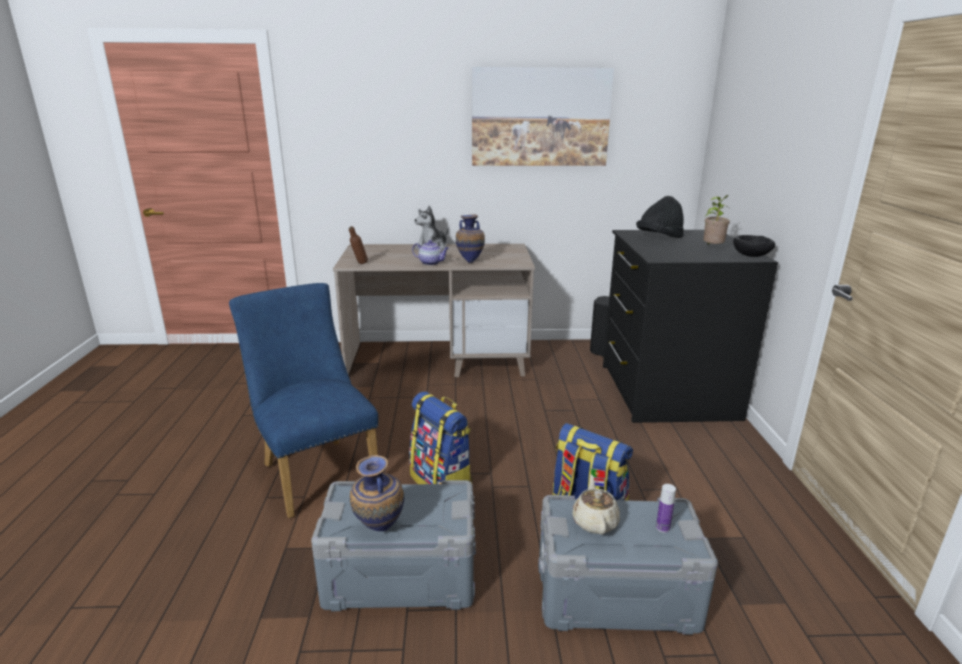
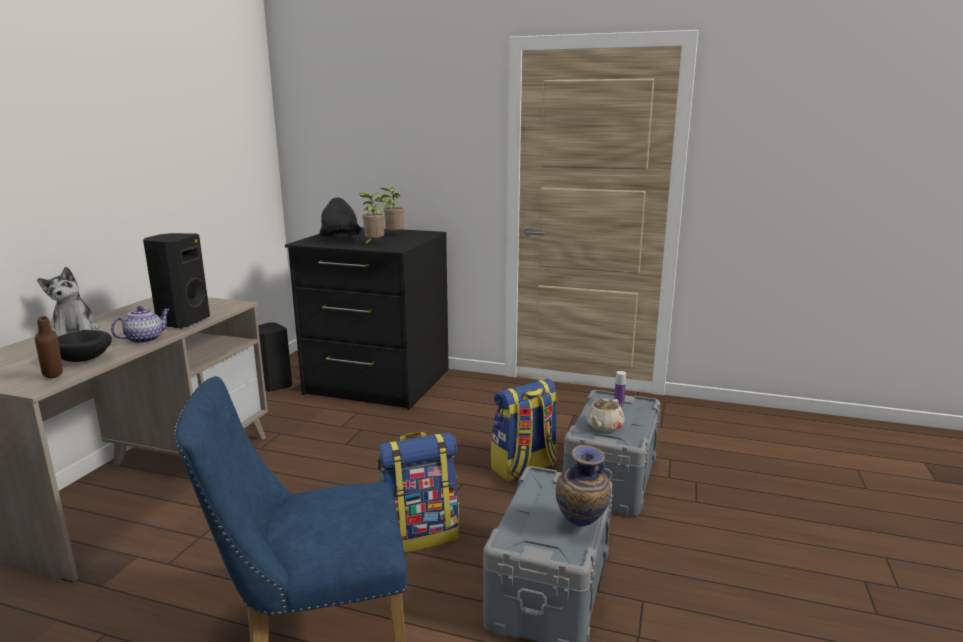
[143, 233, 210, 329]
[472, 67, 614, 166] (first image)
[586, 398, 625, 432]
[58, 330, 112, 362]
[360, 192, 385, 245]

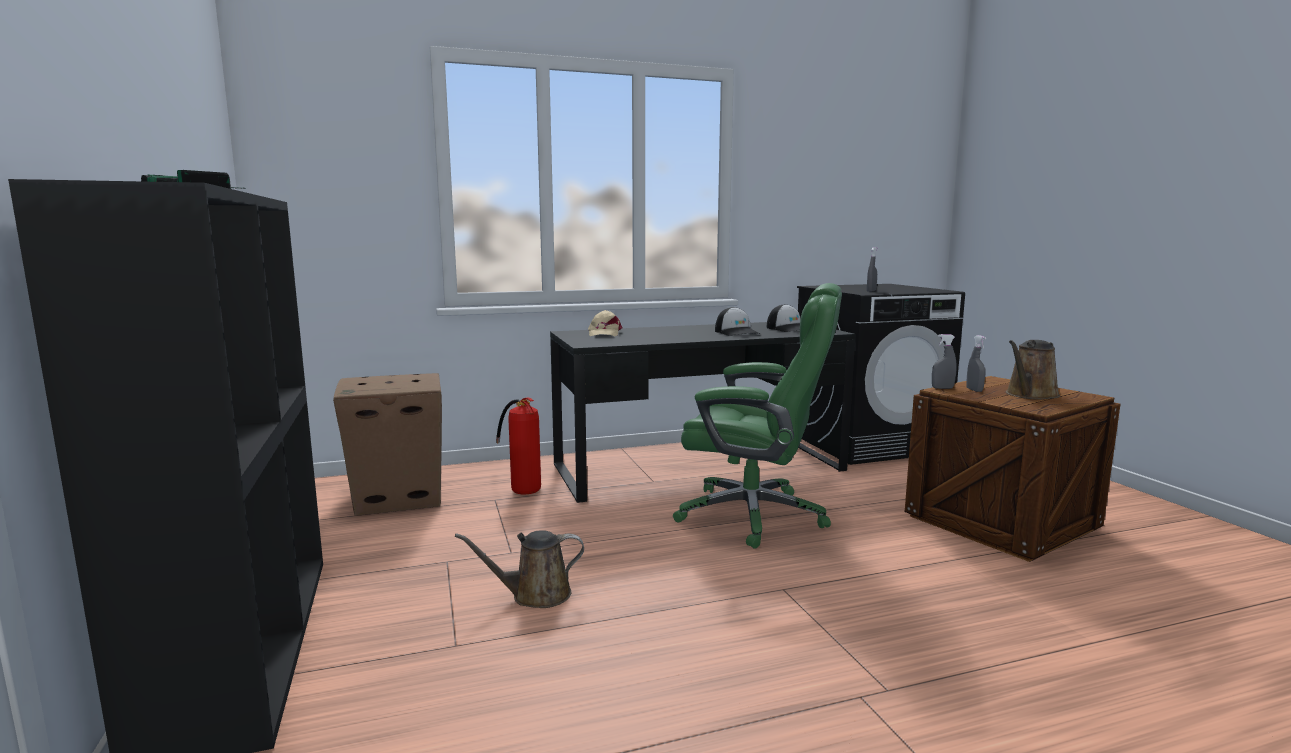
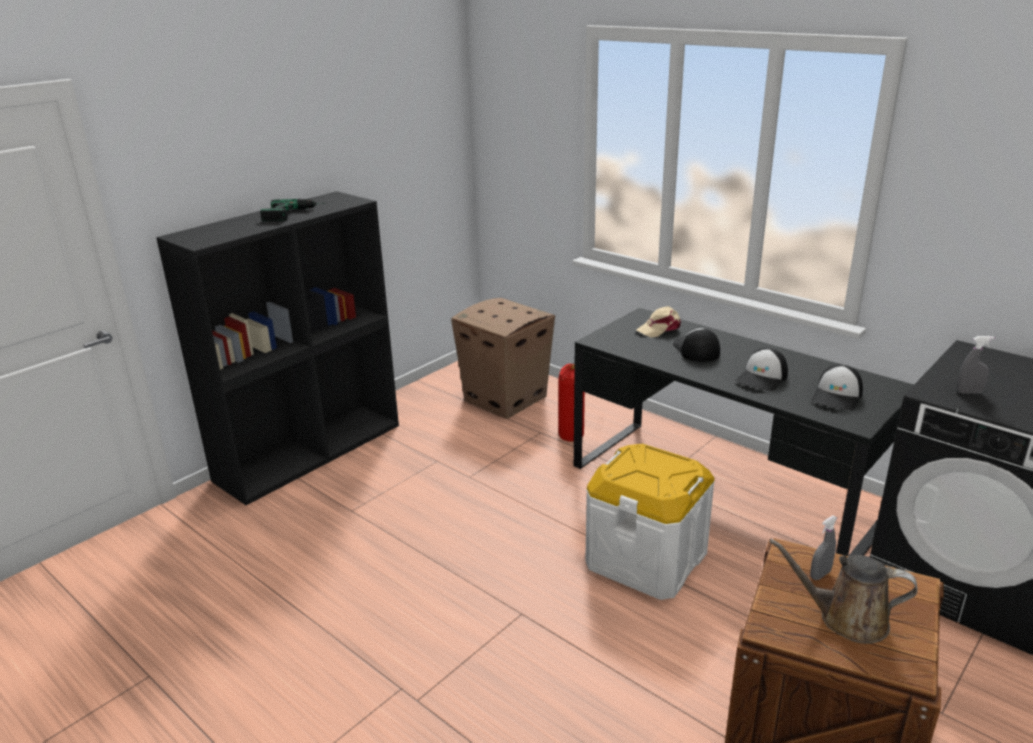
[455, 530, 584, 608] (first image)
[585, 444, 715, 600]
[932, 334, 957, 389] (first image)
[673, 328, 720, 362]

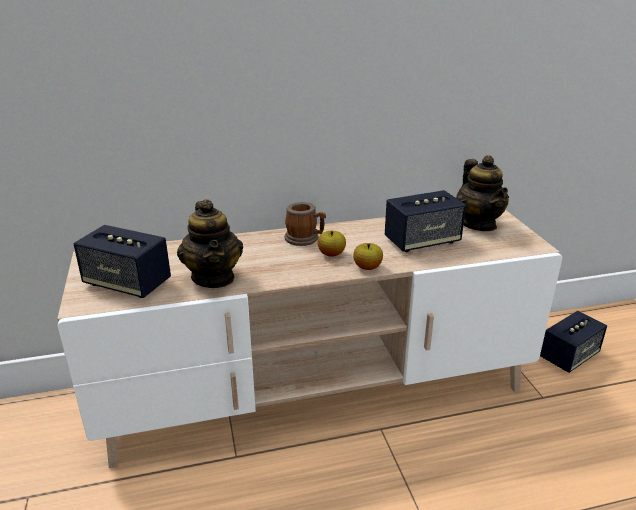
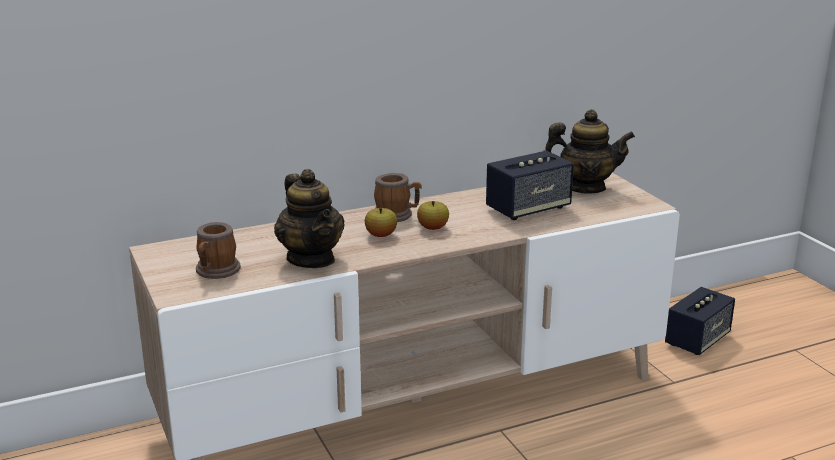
[196, 222, 241, 279]
[365, 208, 397, 237]
[545, 109, 635, 194]

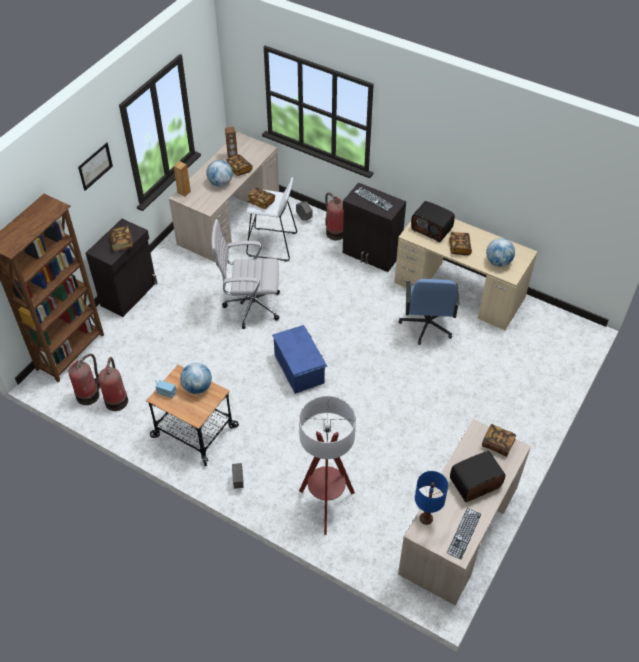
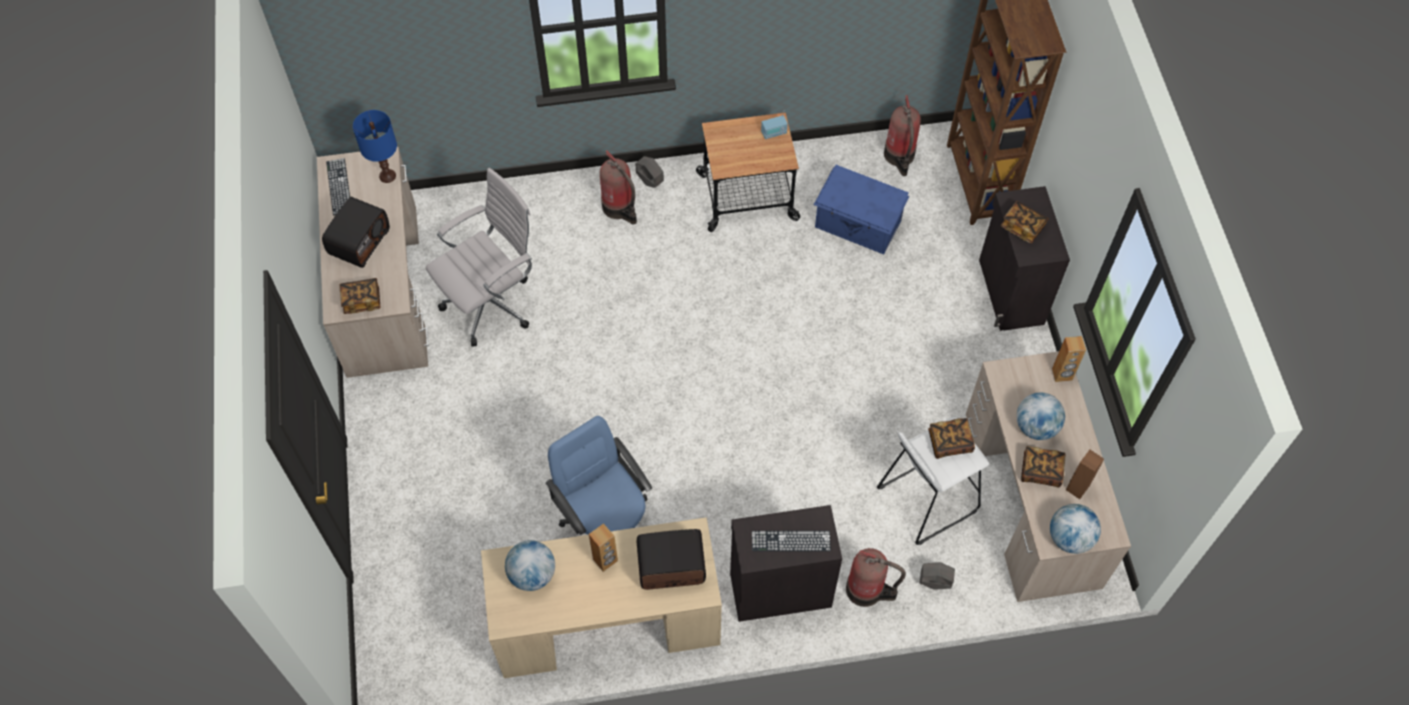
[78, 143, 113, 191] (first image)
[600, 150, 637, 225]
[1050, 504, 1101, 554]
[426, 168, 532, 346]
[814, 165, 909, 254]
[299, 395, 356, 535] (first image)
[589, 524, 618, 572]

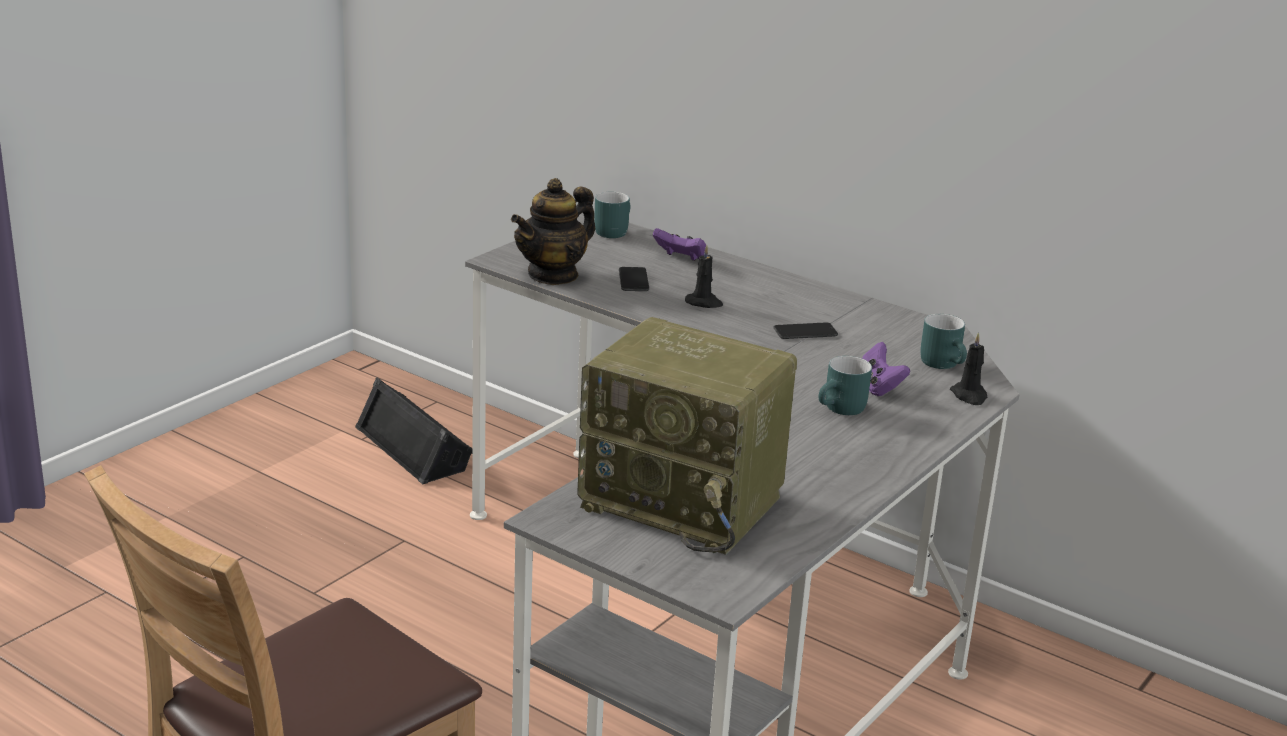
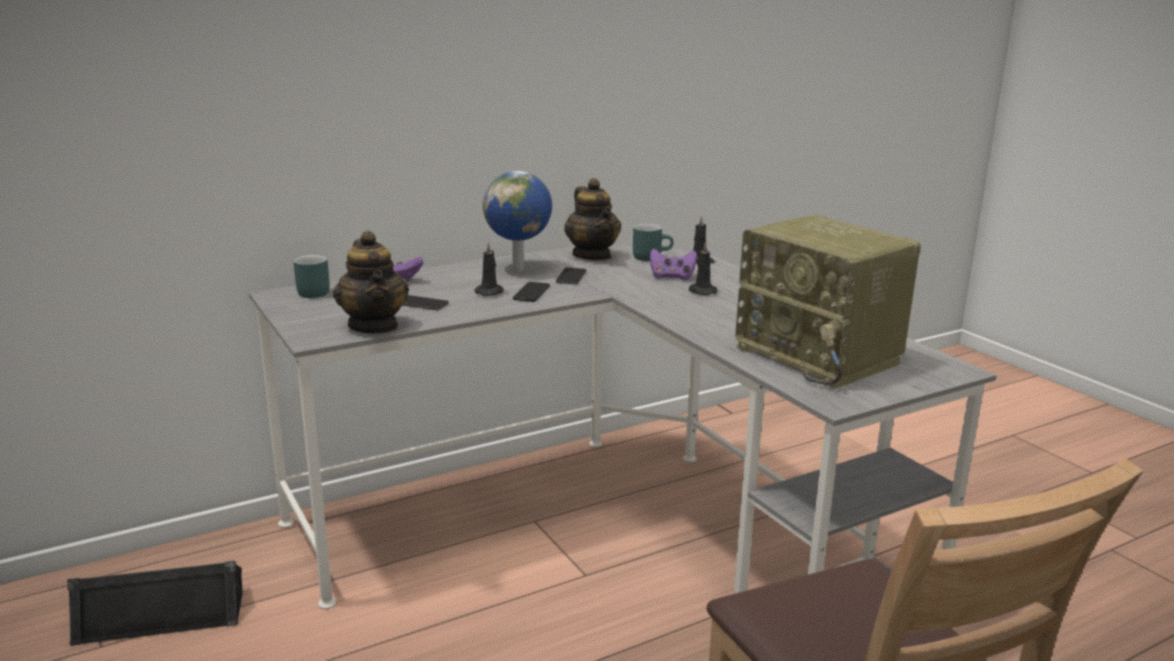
[735, 215, 921, 389]
[689, 241, 718, 295]
[483, 171, 552, 272]
[513, 282, 550, 302]
[564, 178, 621, 260]

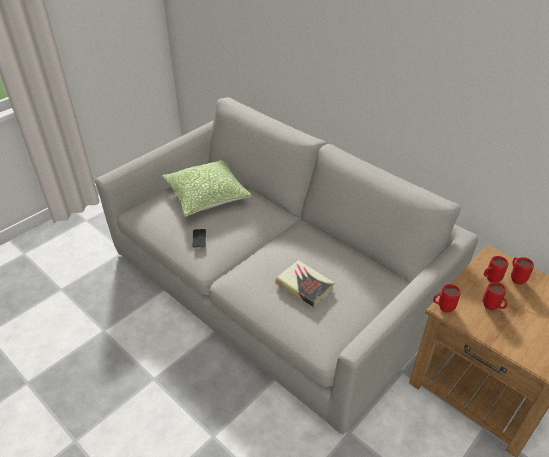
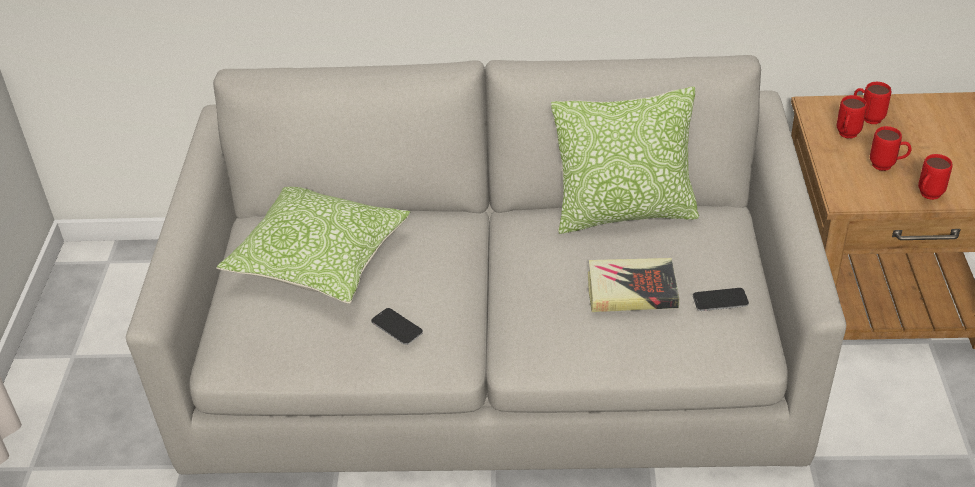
[918, 154, 952, 200]
[551, 87, 699, 234]
[693, 288, 749, 311]

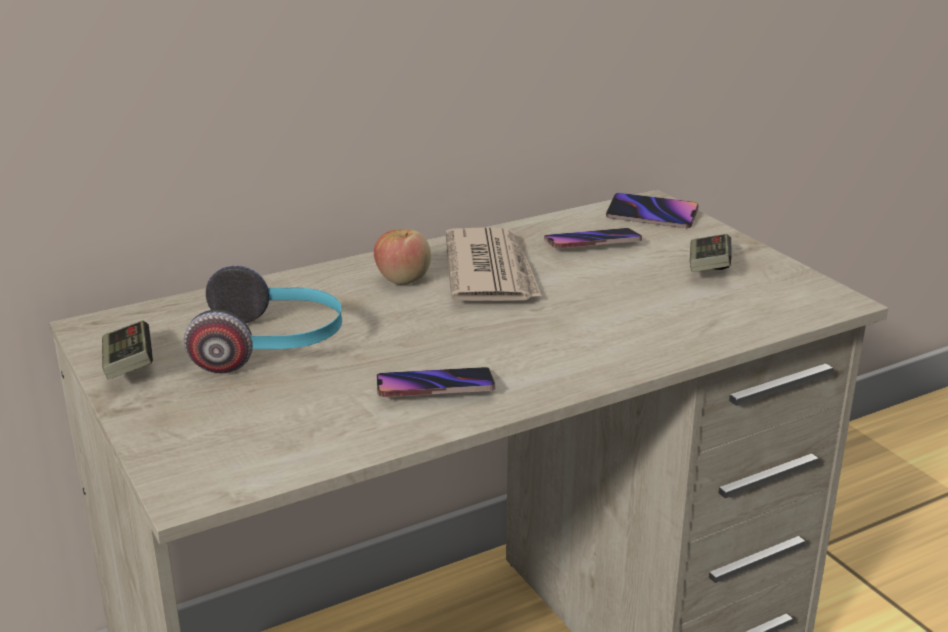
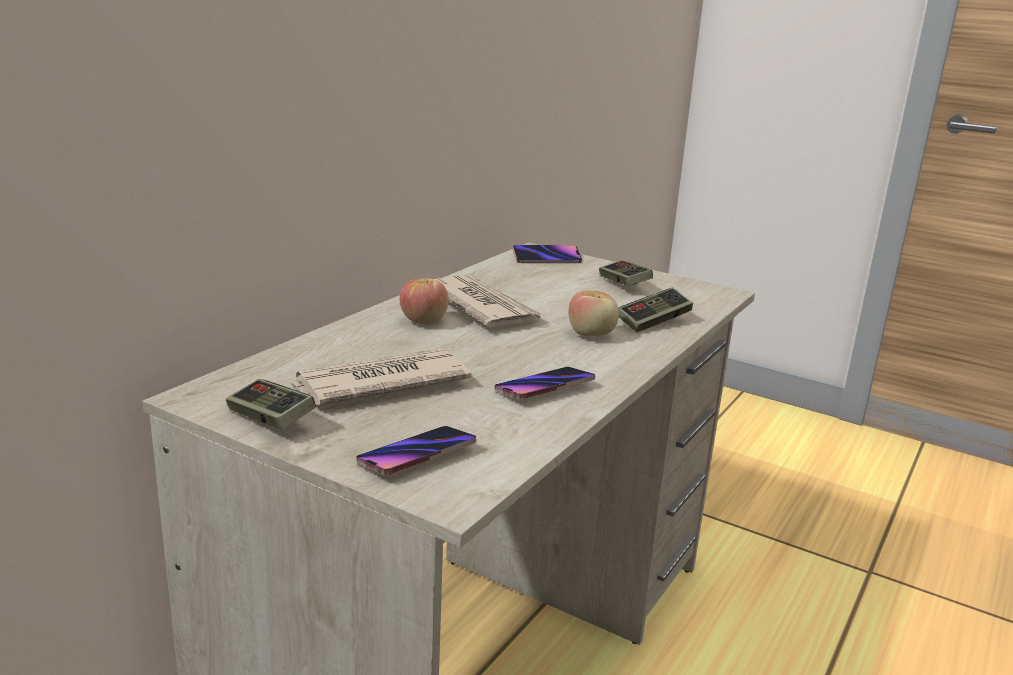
[291, 349, 471, 405]
[356, 426, 476, 475]
[569, 291, 619, 336]
[618, 288, 693, 332]

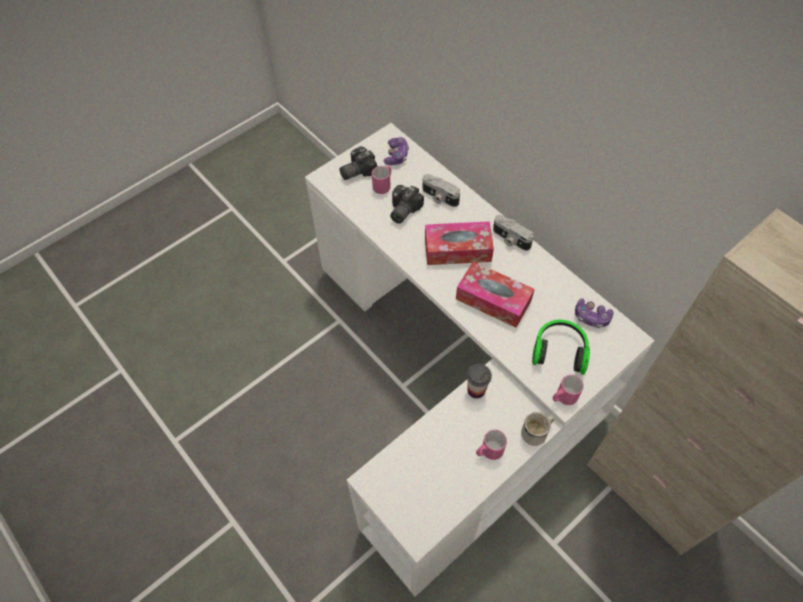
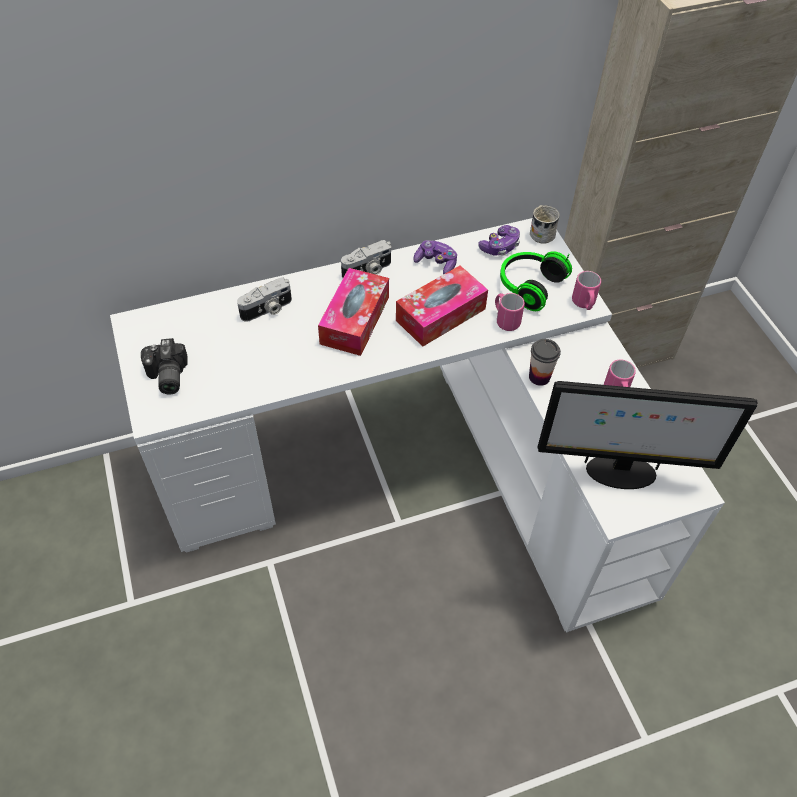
[495, 293, 525, 331]
[413, 240, 457, 274]
[390, 185, 424, 224] (first image)
[530, 205, 560, 244]
[538, 381, 758, 489]

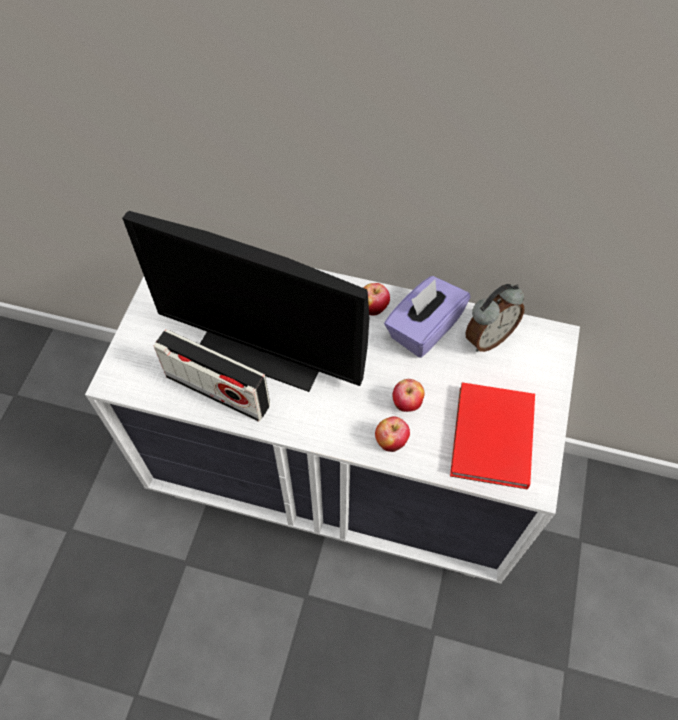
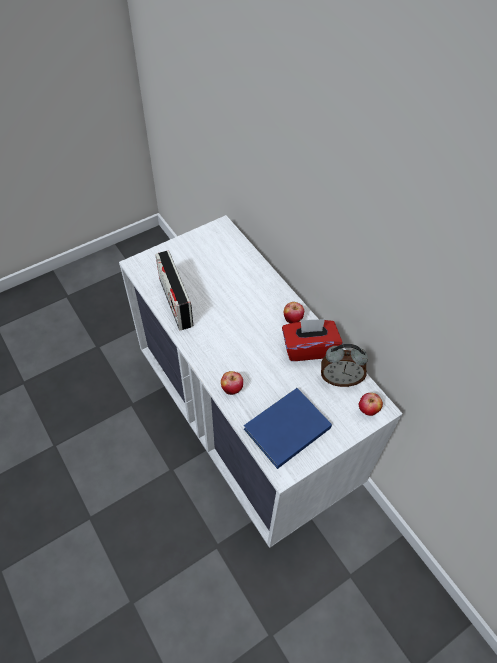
[122, 211, 369, 392] (first image)
[282, 319, 342, 361]
[359, 393, 383, 416]
[244, 388, 332, 469]

